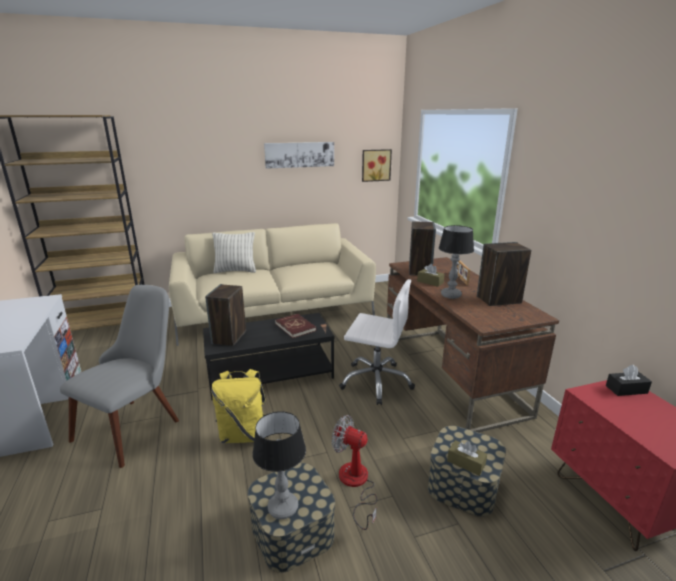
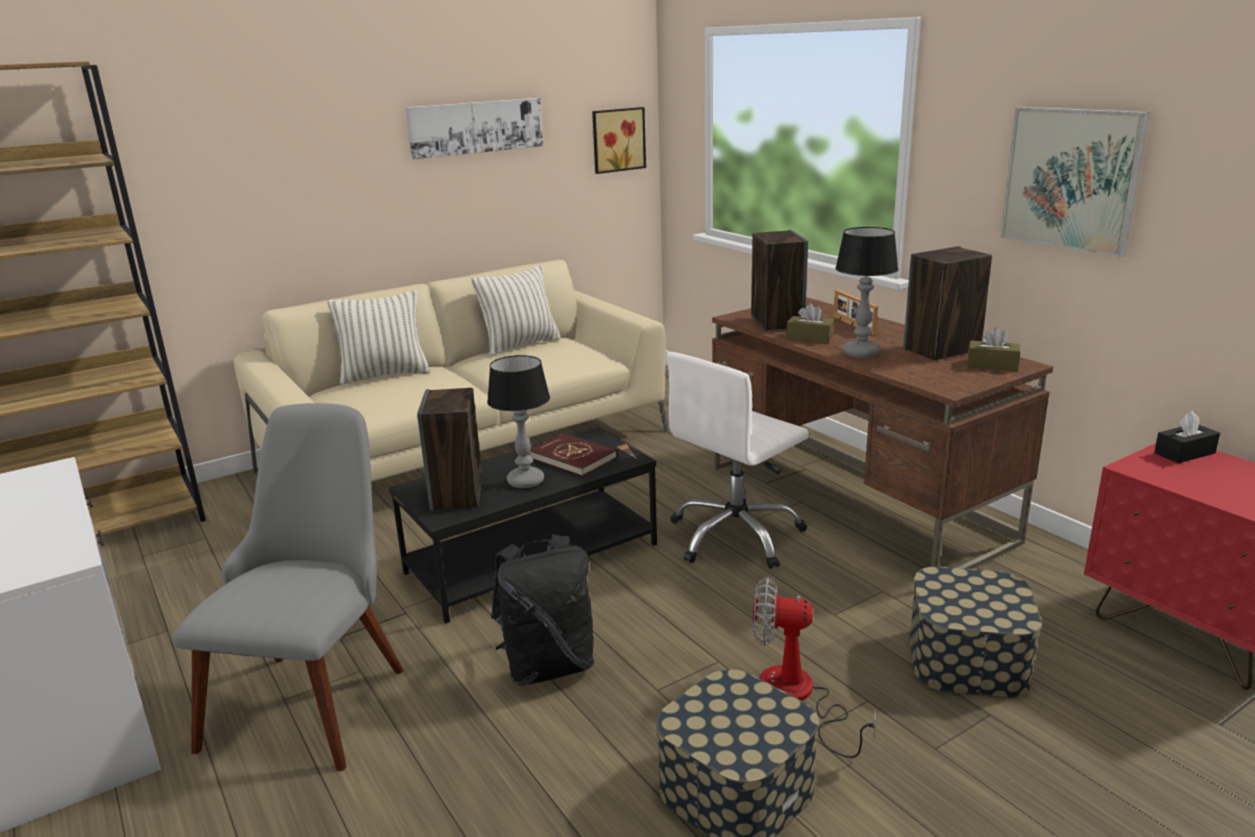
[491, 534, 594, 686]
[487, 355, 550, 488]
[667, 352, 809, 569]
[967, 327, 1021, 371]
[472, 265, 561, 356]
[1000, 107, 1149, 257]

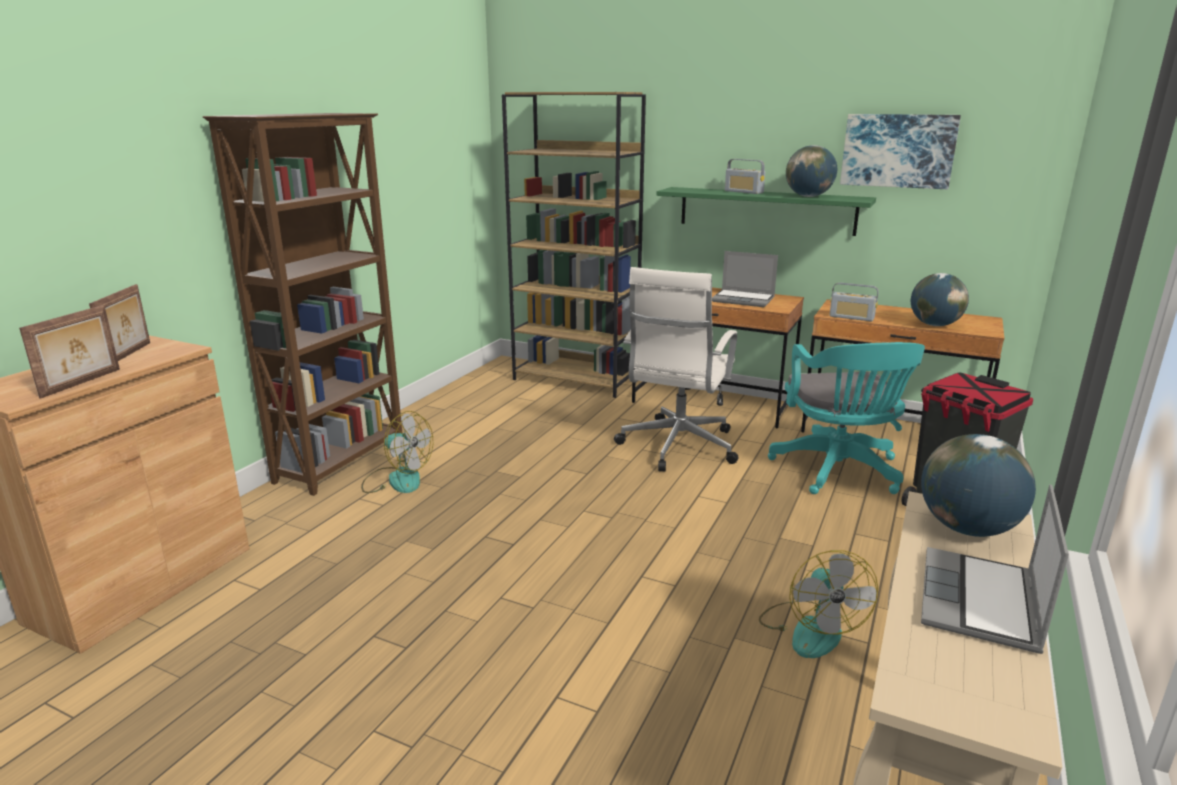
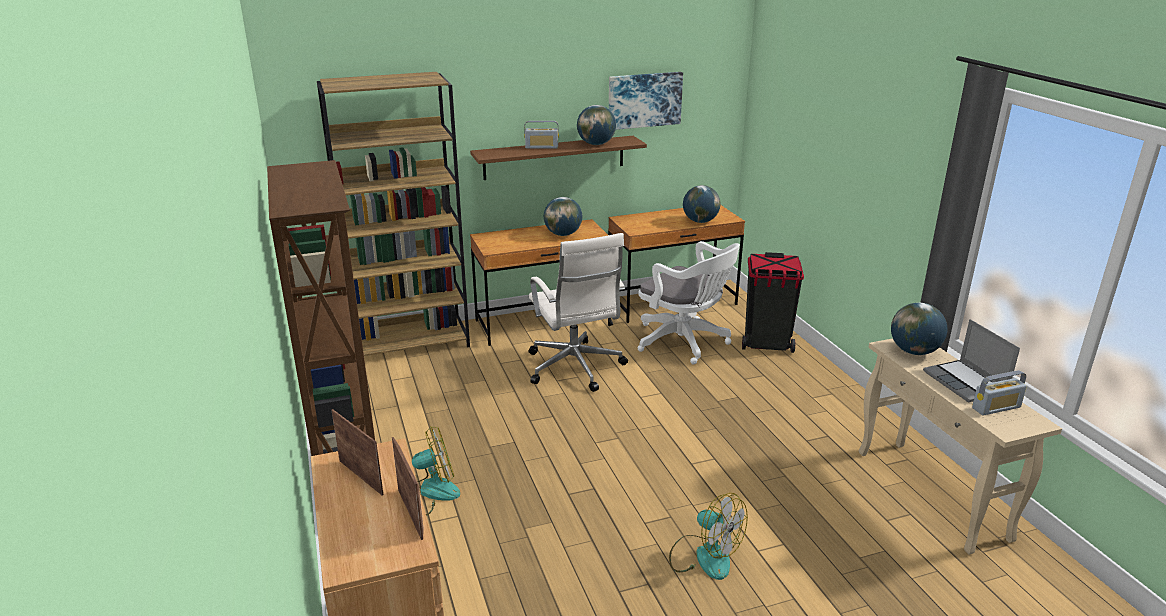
[470, 136, 647, 180]
[544, 197, 582, 236]
[669, 493, 748, 580]
[638, 241, 740, 364]
[972, 370, 1027, 415]

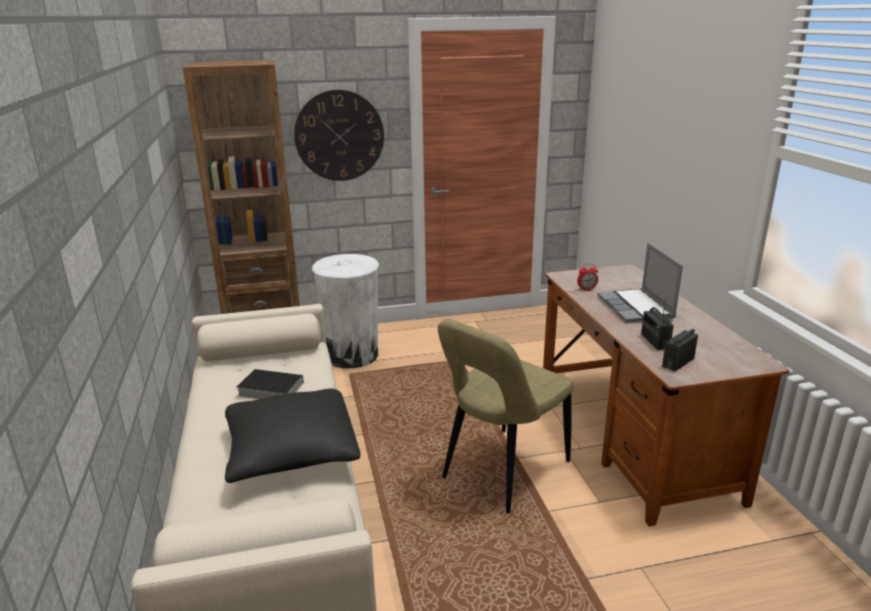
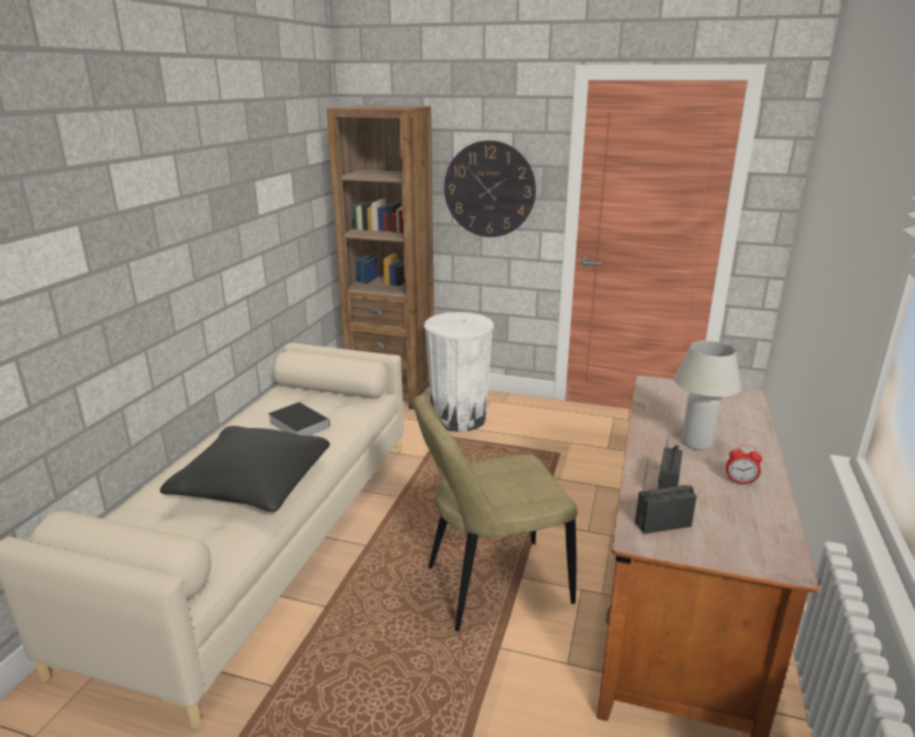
[726, 445, 762, 485]
[674, 341, 741, 450]

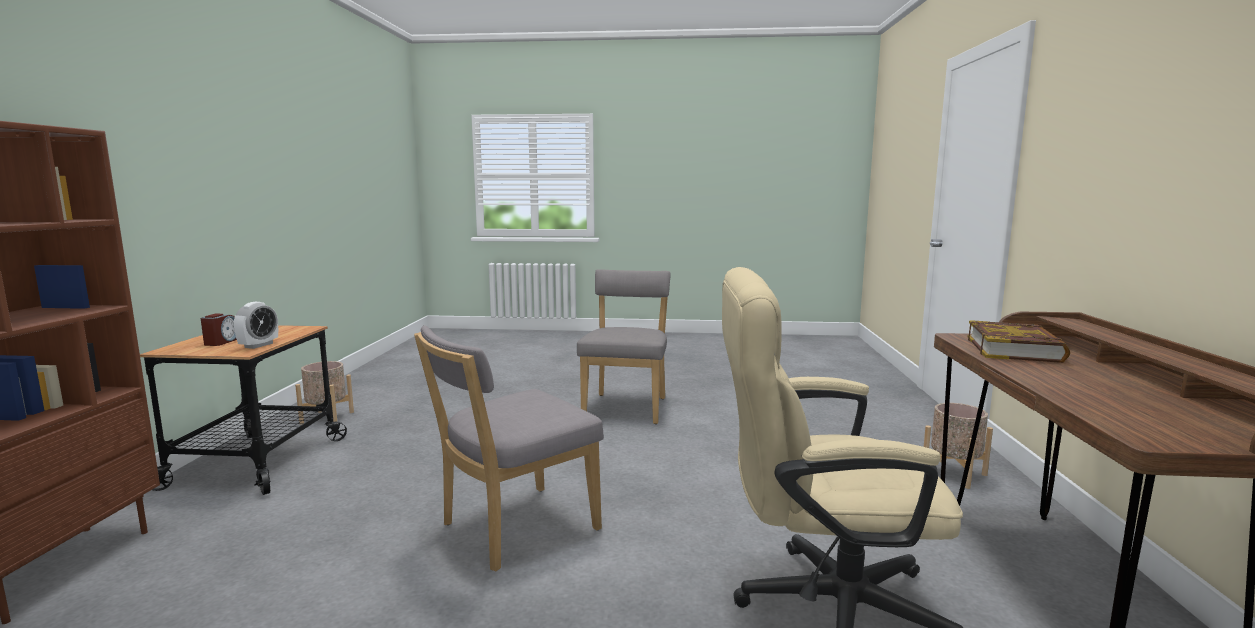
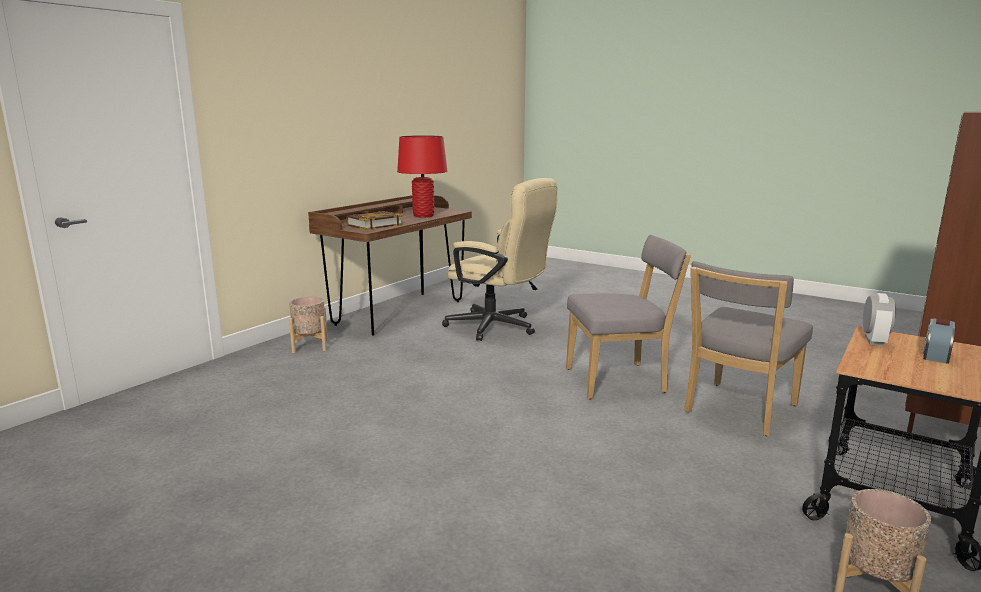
[863, 293, 896, 346]
[684, 261, 813, 436]
[397, 135, 447, 218]

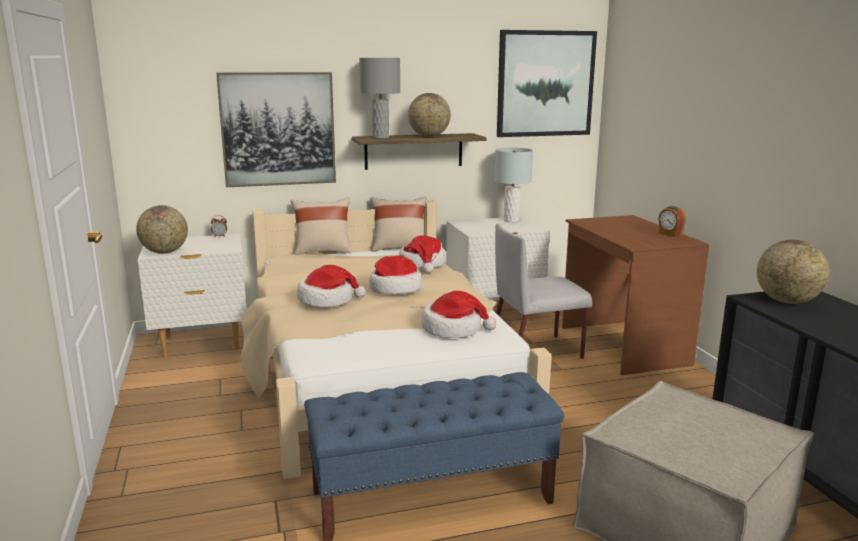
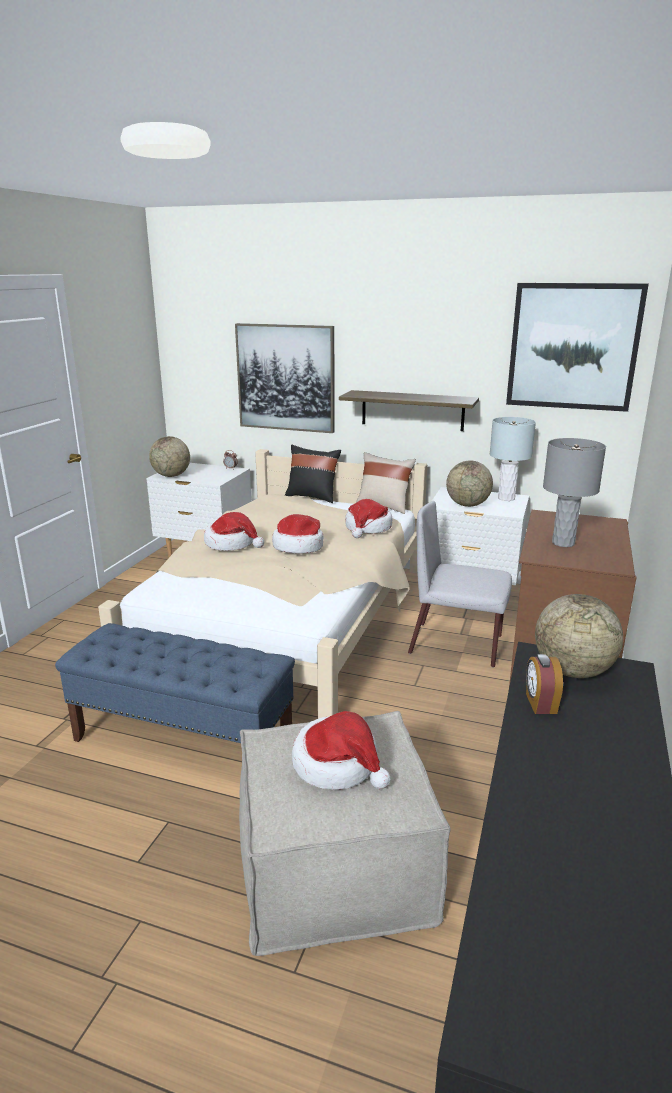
[285, 445, 341, 503]
[543, 438, 606, 547]
[446, 460, 493, 507]
[292, 711, 390, 790]
[526, 654, 563, 714]

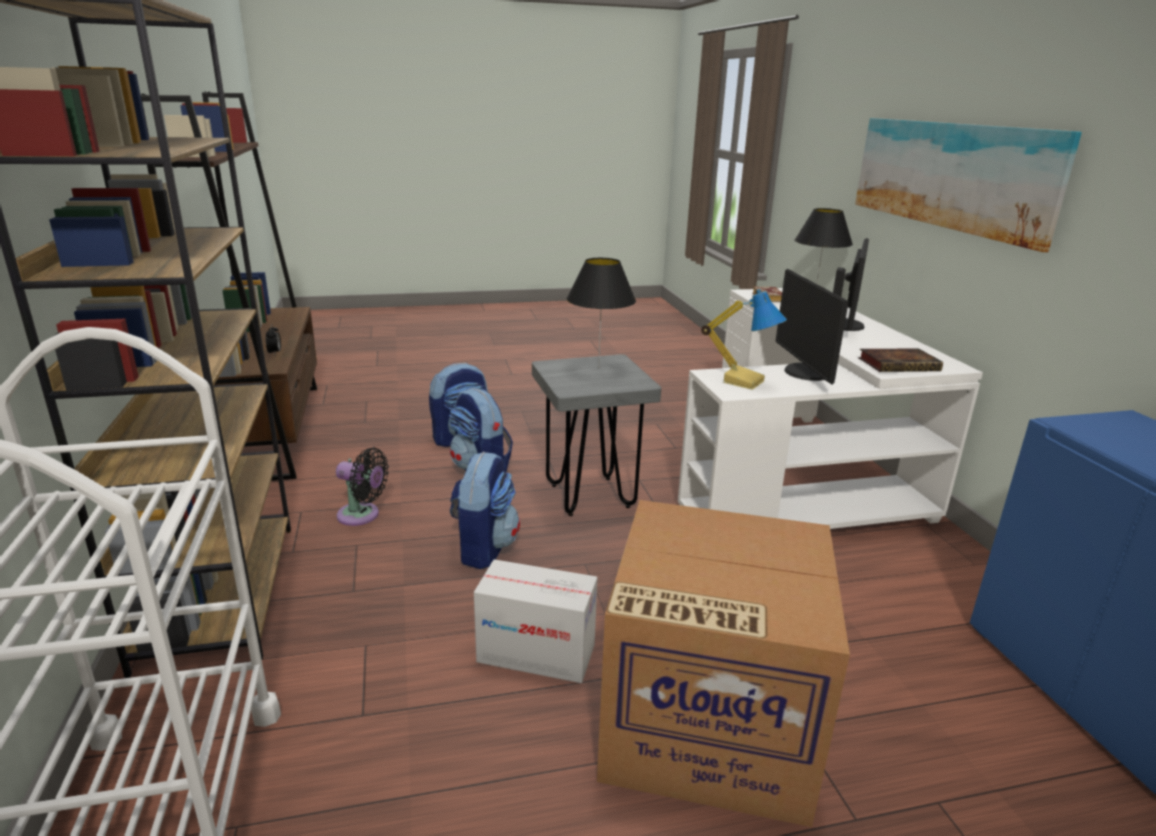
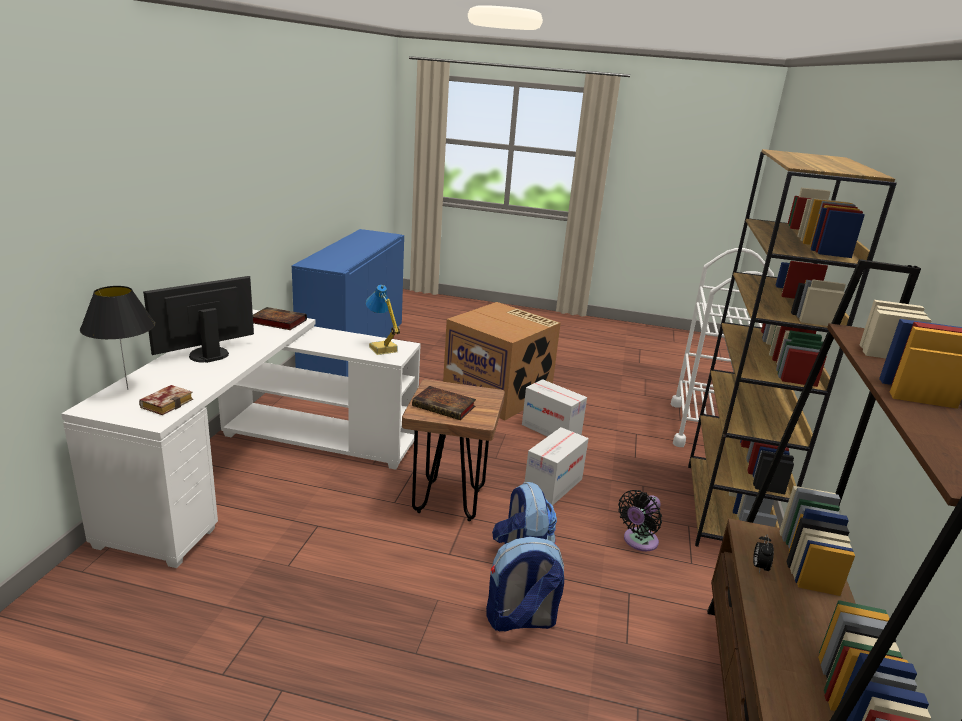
[618, 490, 662, 551]
[525, 427, 589, 505]
[402, 379, 505, 521]
[412, 386, 476, 420]
[775, 269, 849, 384] (first image)
[855, 118, 1082, 252] (first image)

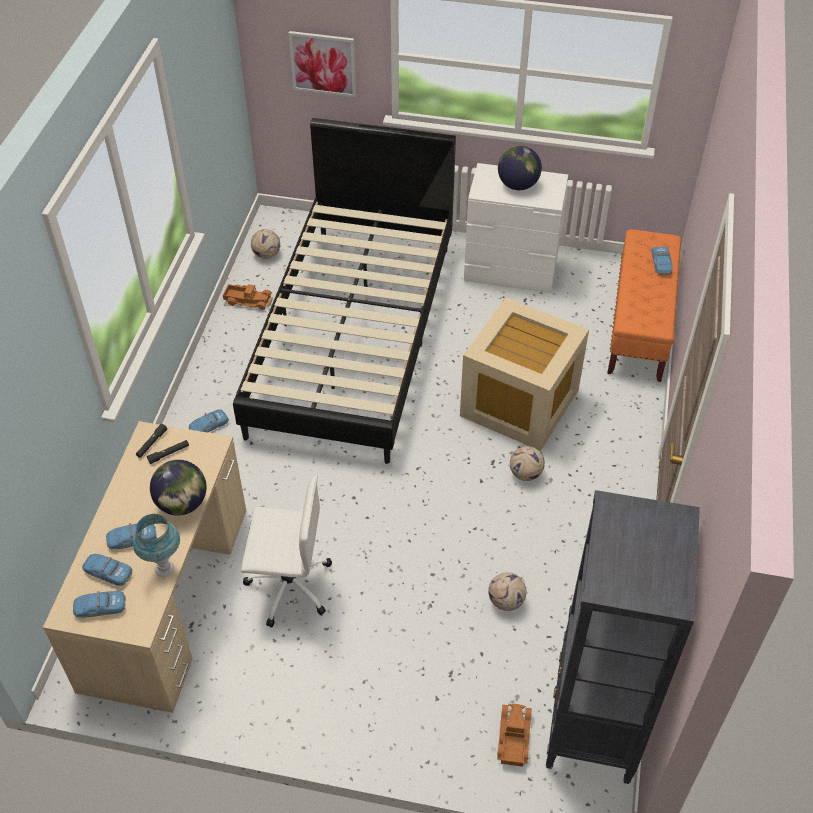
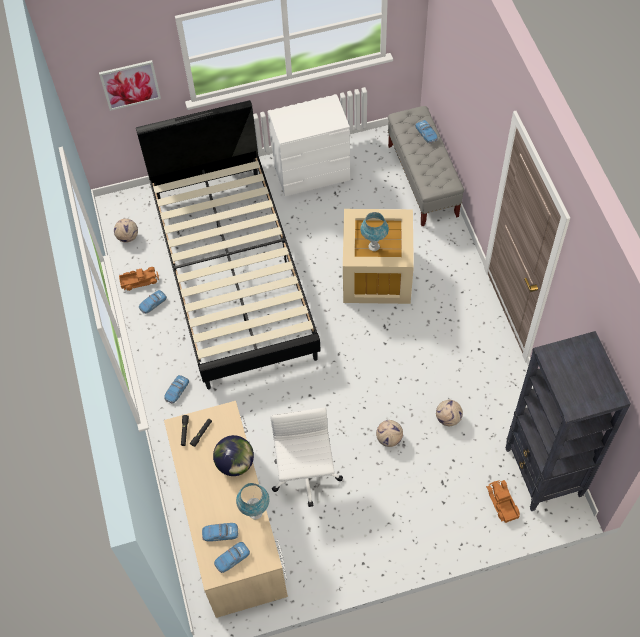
[139, 290, 167, 314]
[270, 407, 343, 507]
[498, 146, 542, 190] (first image)
[376, 420, 403, 447]
[388, 106, 464, 226]
[360, 212, 389, 251]

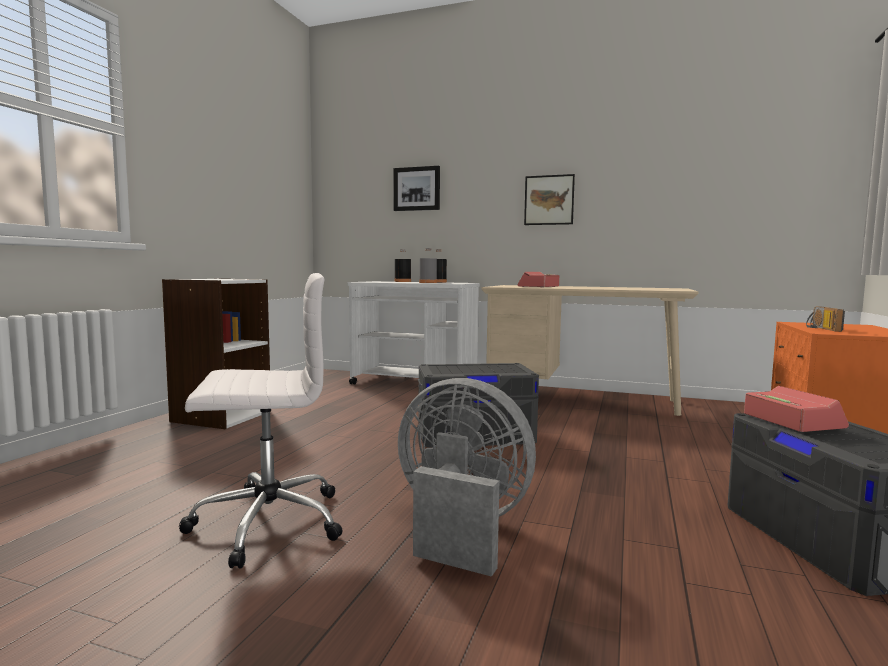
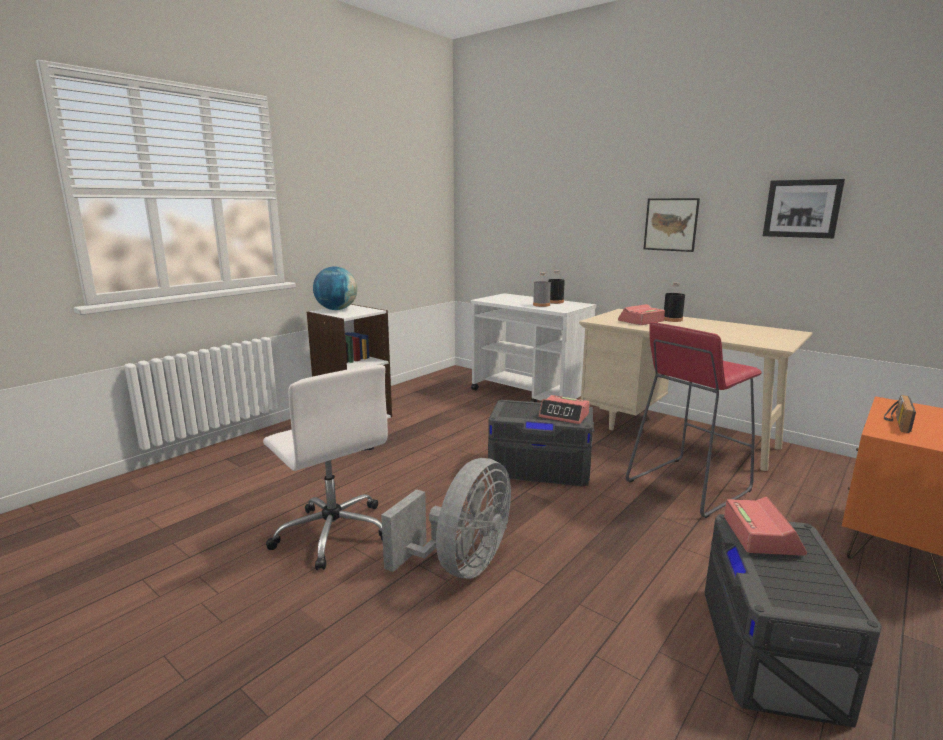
[263, 365, 388, 570]
[763, 179, 845, 238]
[664, 283, 685, 322]
[381, 458, 511, 579]
[313, 266, 357, 310]
[539, 395, 590, 424]
[625, 322, 762, 518]

